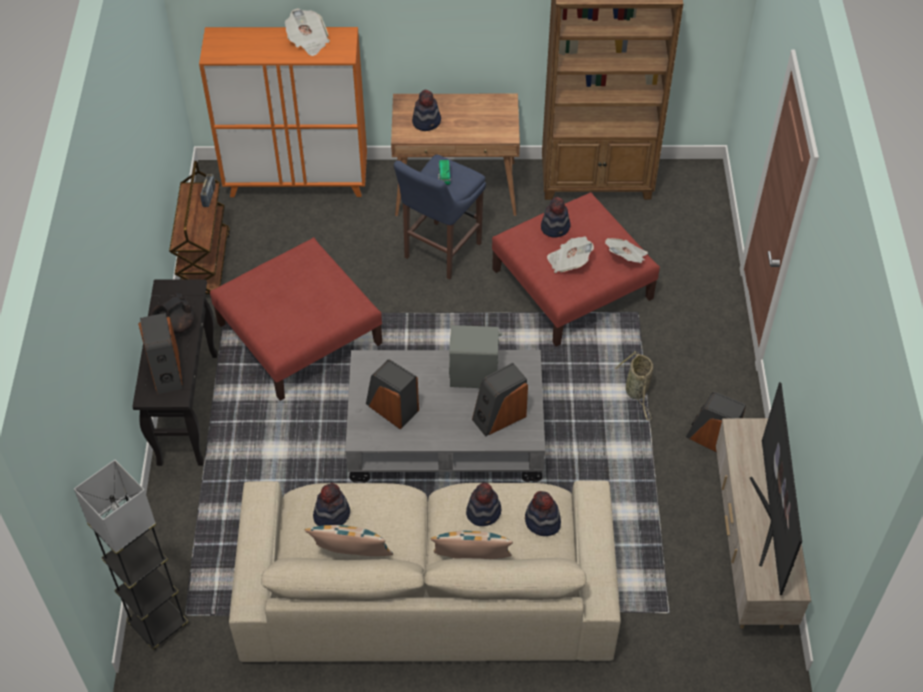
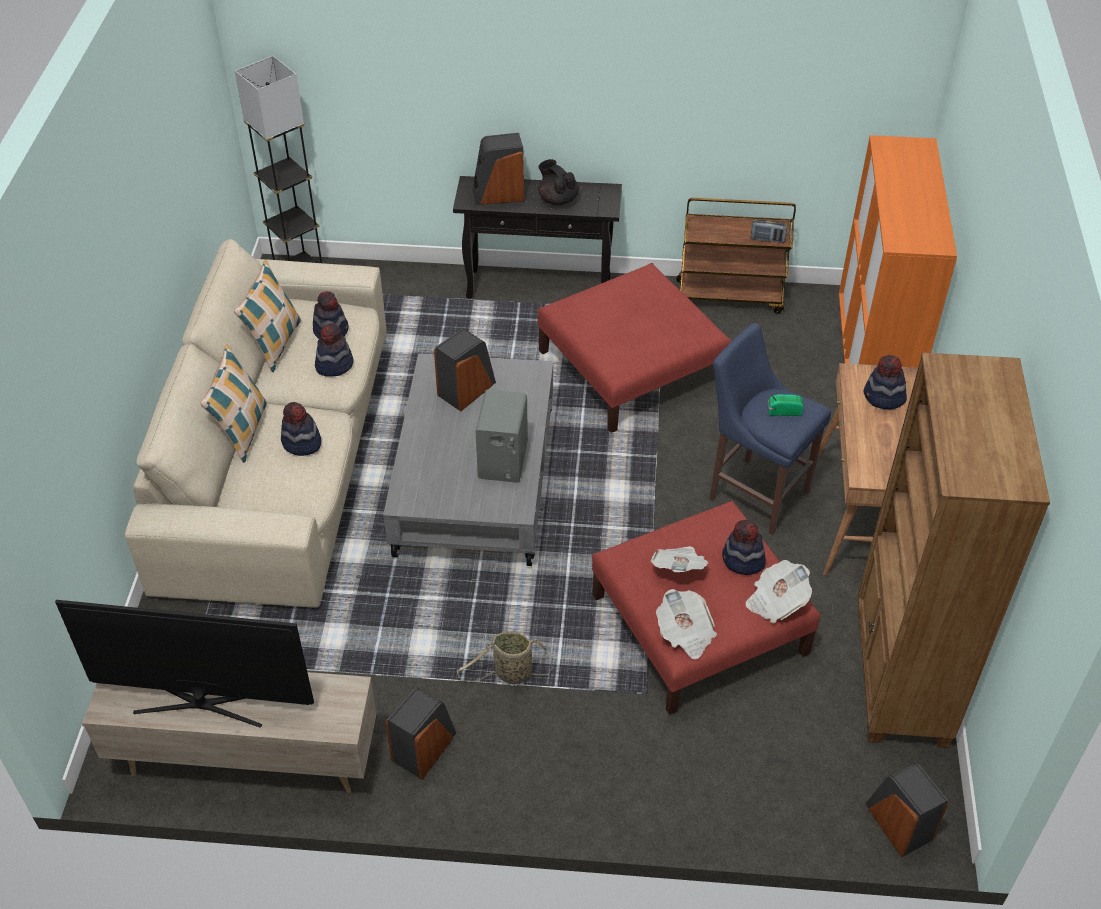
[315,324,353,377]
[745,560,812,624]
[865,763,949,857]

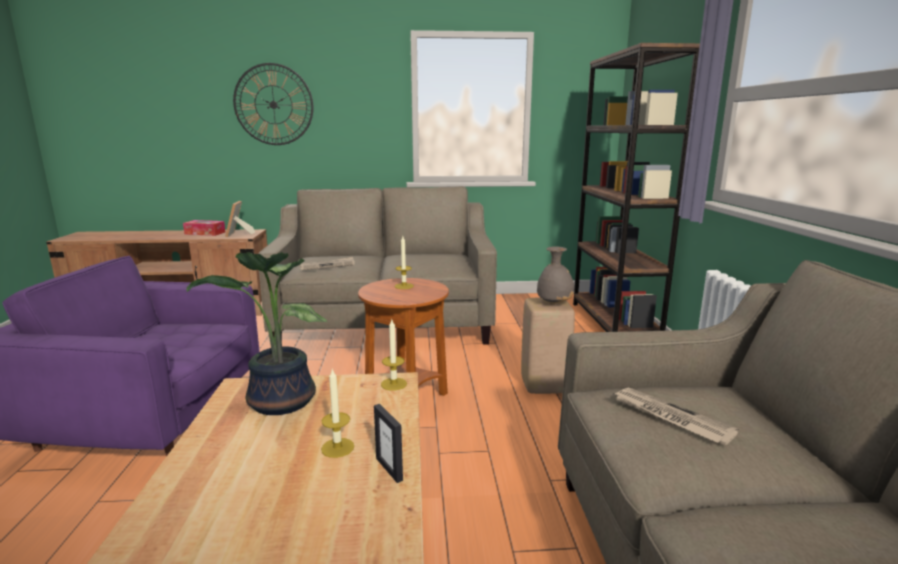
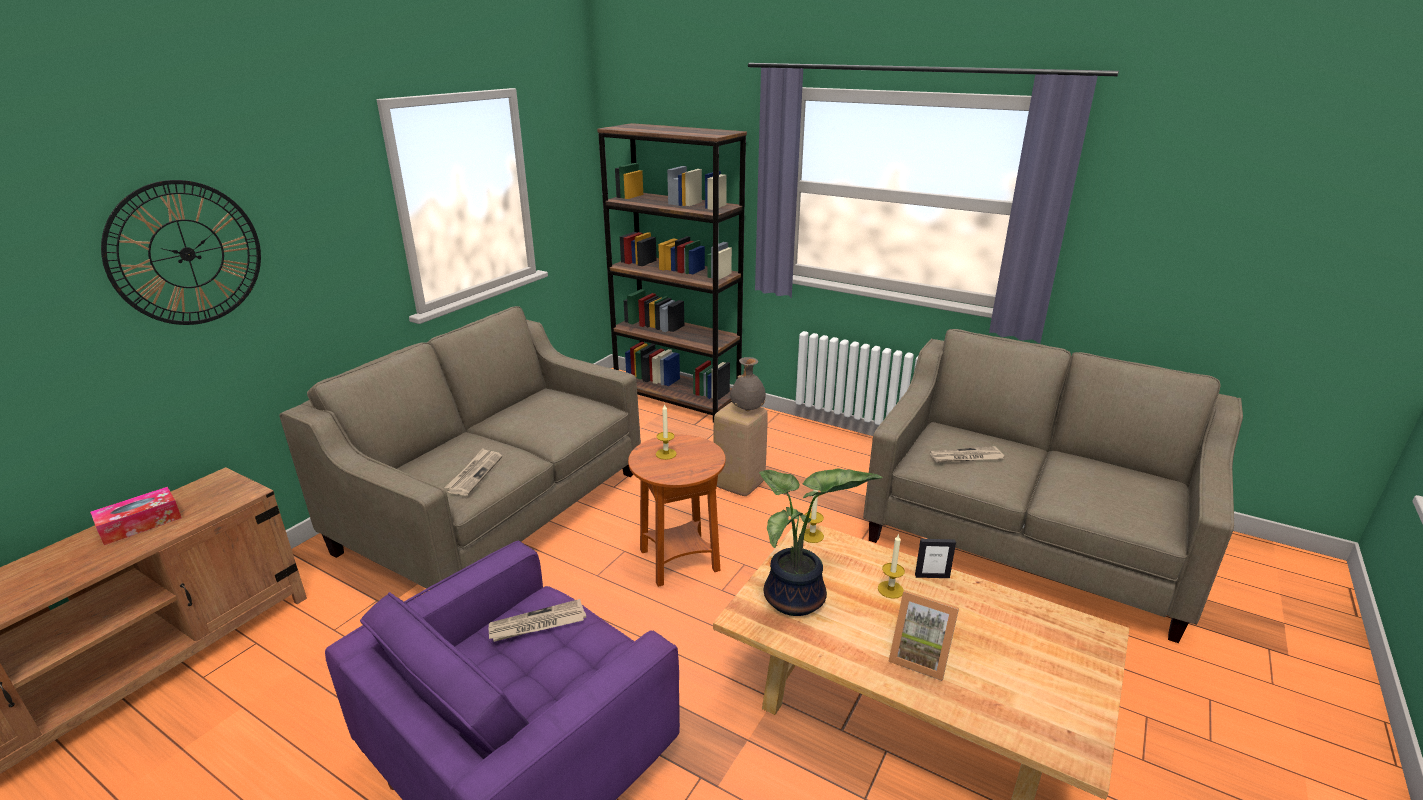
[489,599,586,642]
[888,590,959,681]

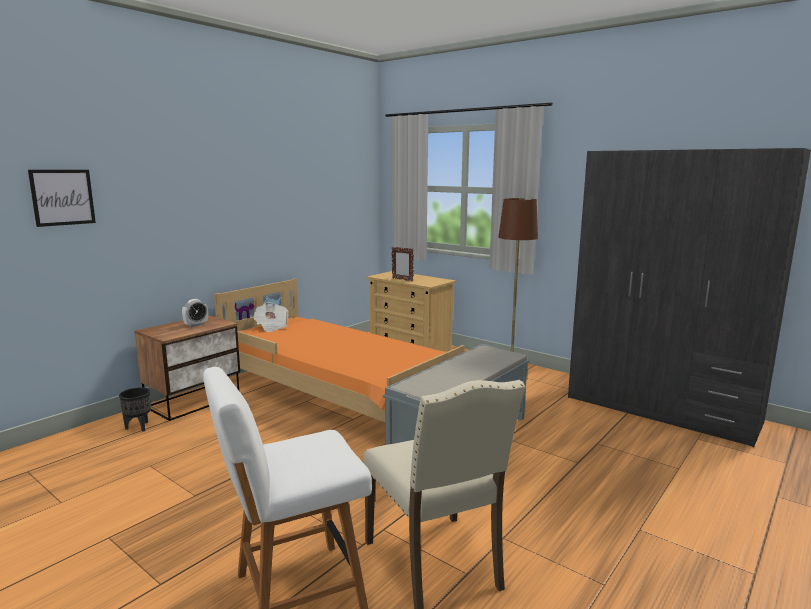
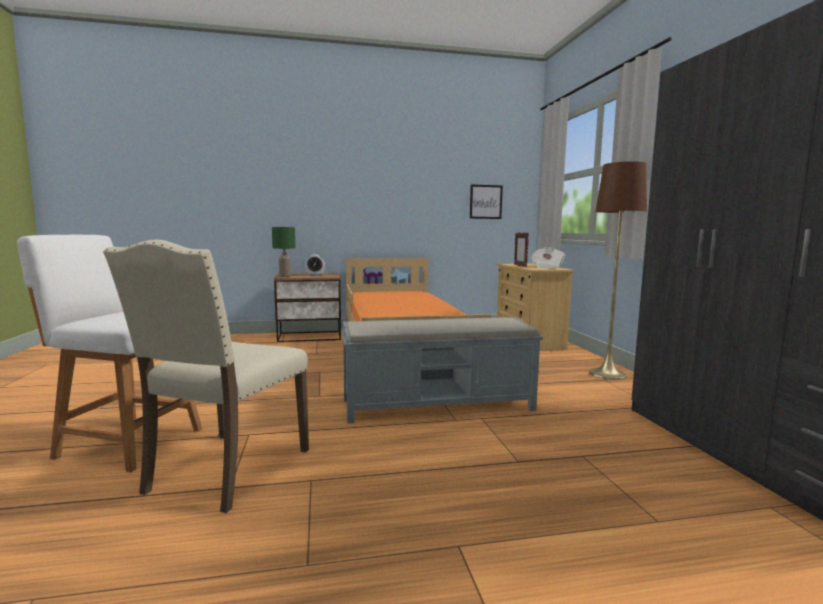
[272,227,295,277]
[470,184,503,219]
[531,247,566,269]
[119,387,151,432] (first image)

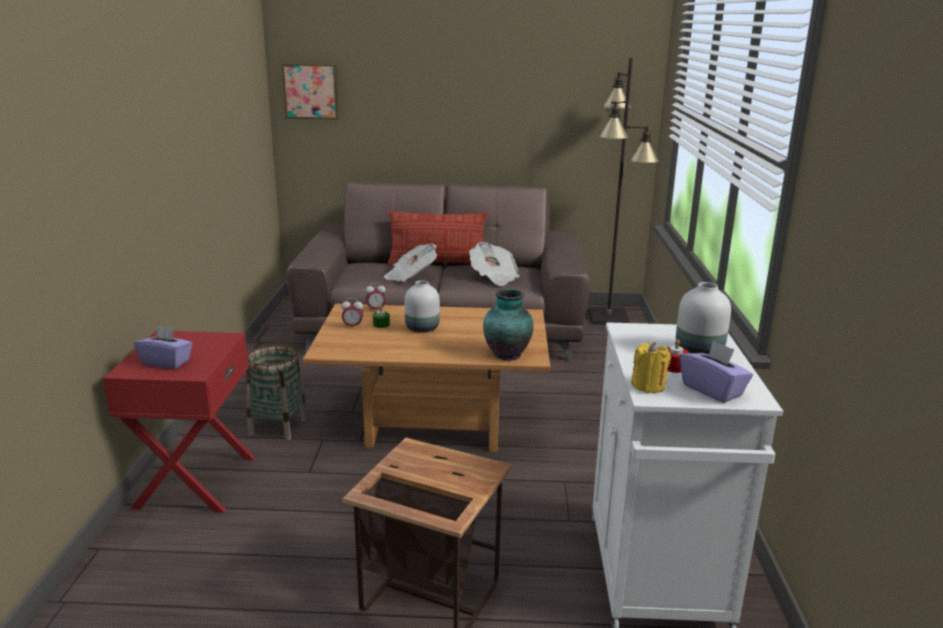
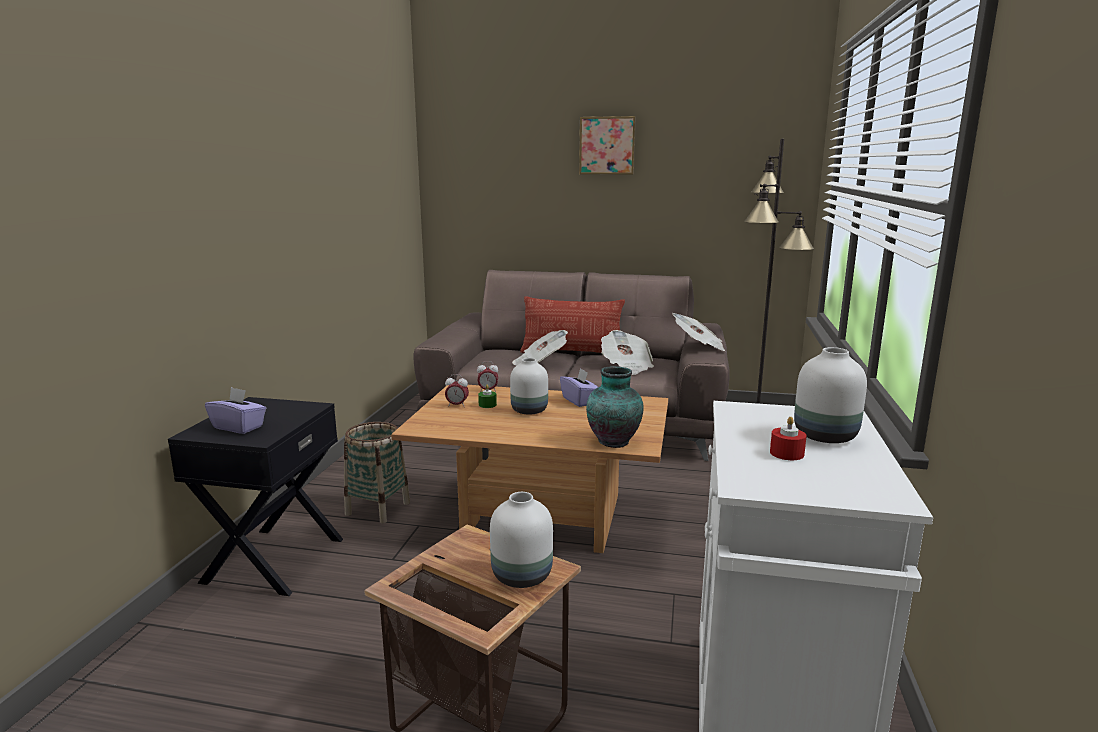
[168,397,343,596]
[490,492,553,588]
[560,368,598,407]
[579,116,636,174]
[672,313,725,351]
[631,342,671,393] (first image)

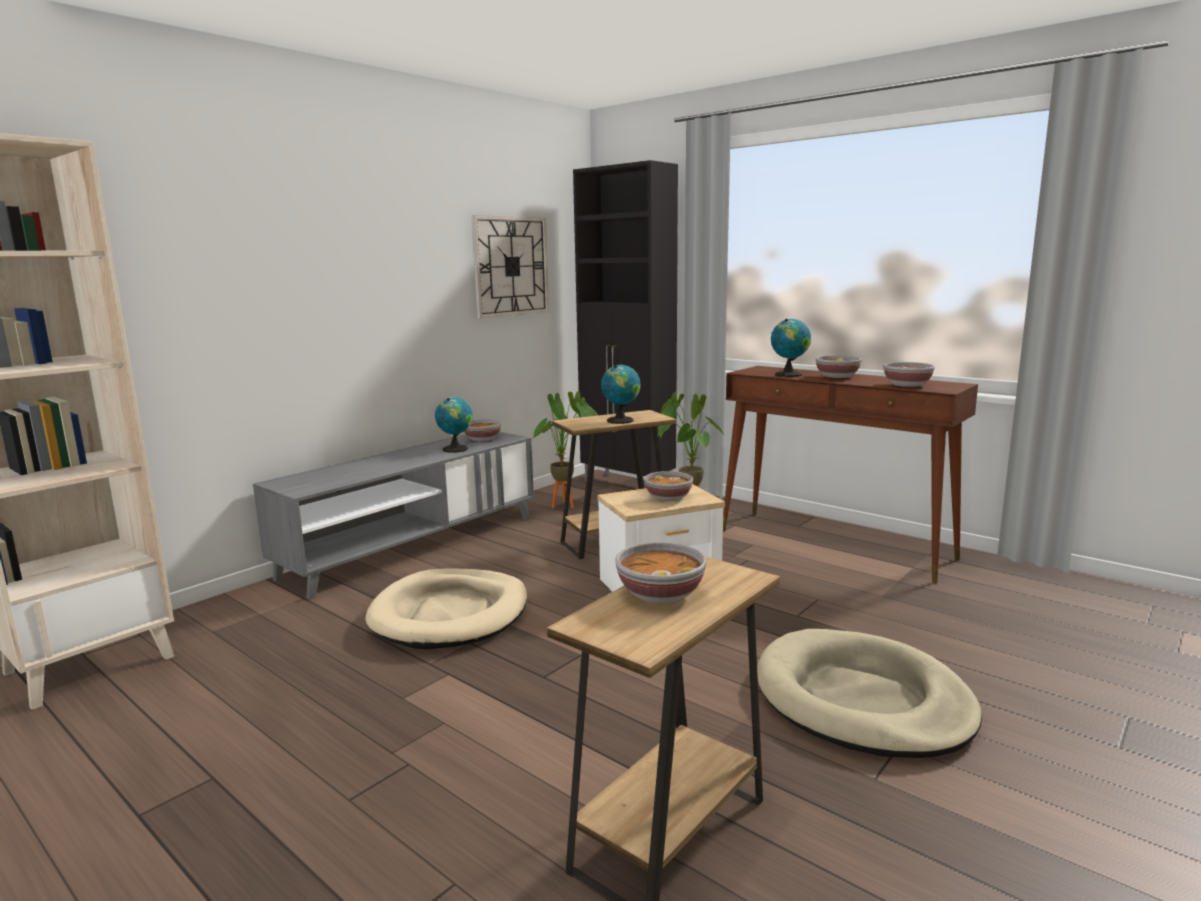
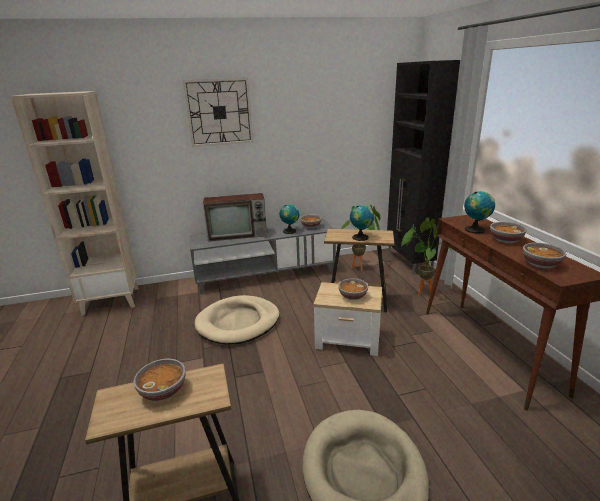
[183,78,253,147]
[203,193,267,242]

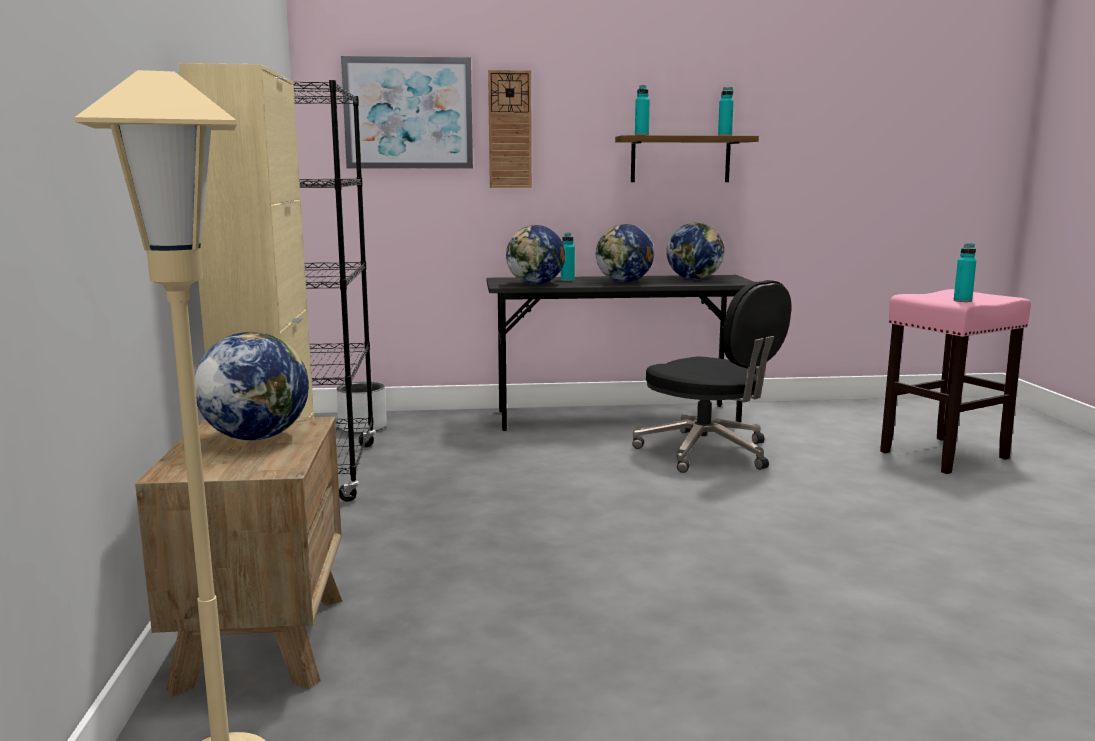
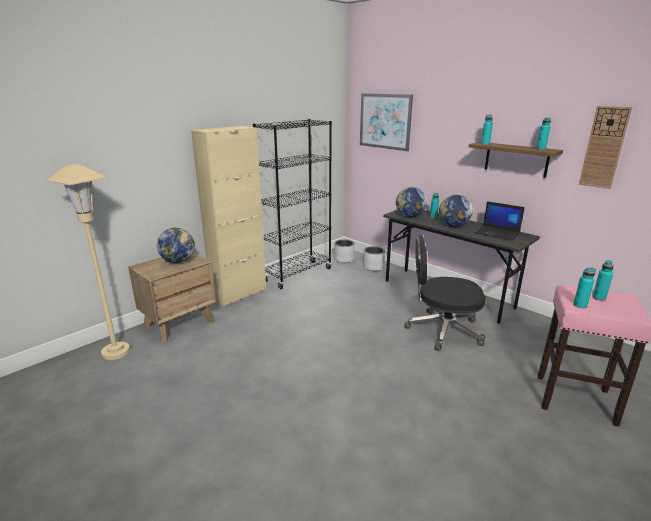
[363,246,385,271]
[404,235,486,351]
[475,201,525,241]
[579,106,632,189]
[592,260,614,301]

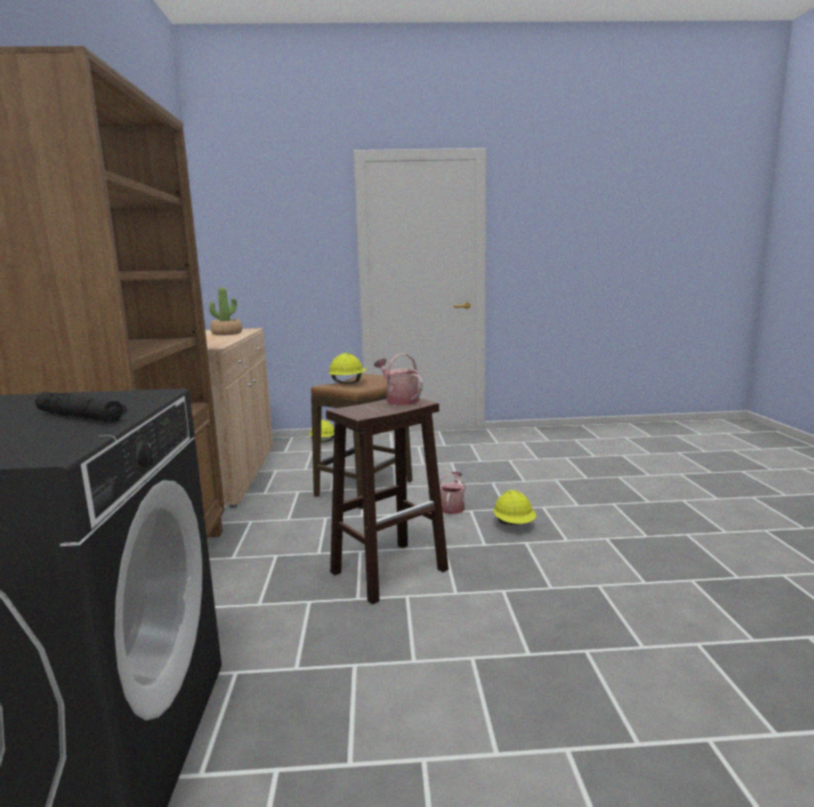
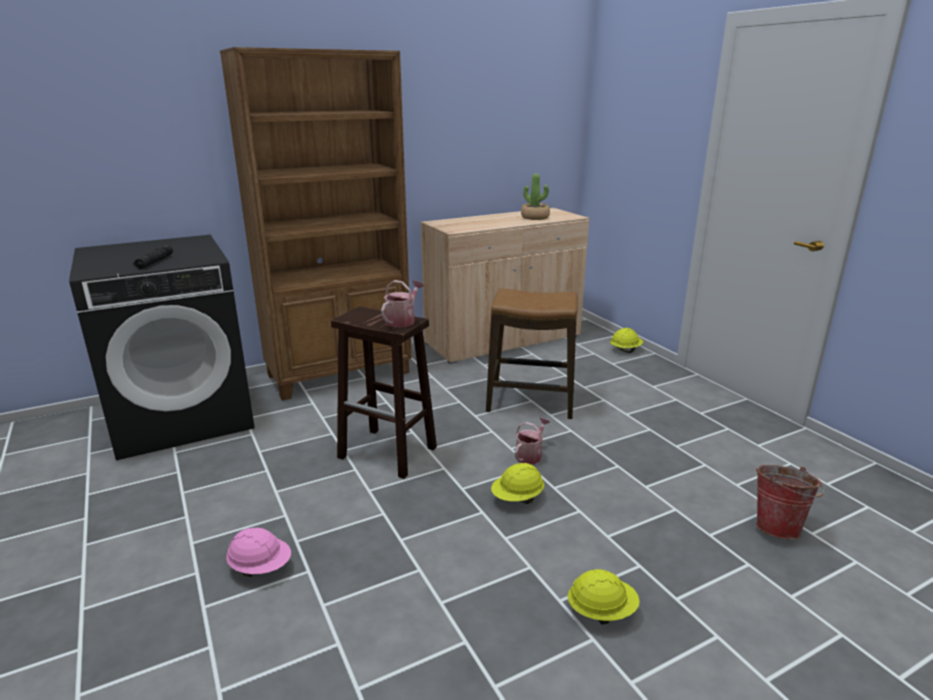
[226,528,291,577]
[515,417,550,464]
[568,569,640,625]
[756,465,824,540]

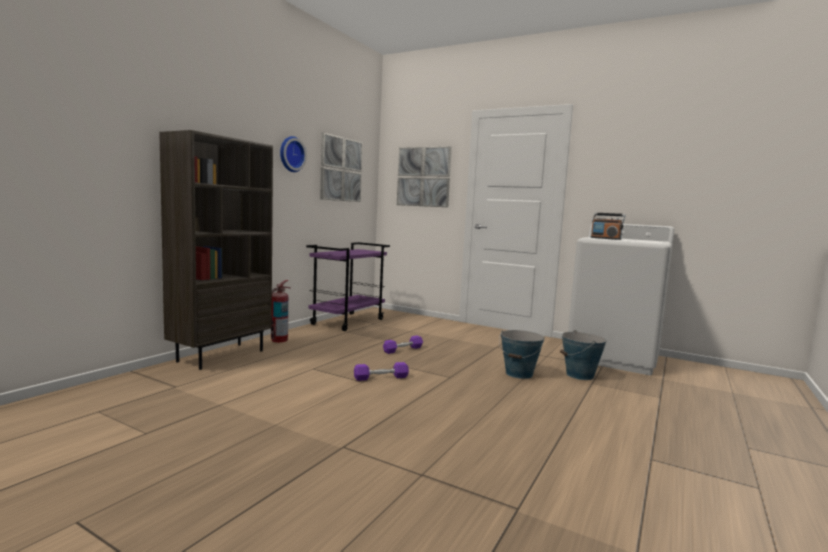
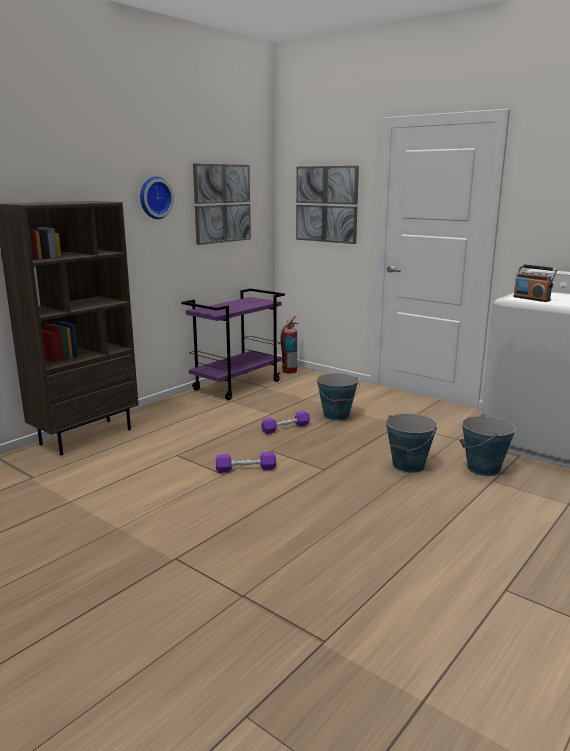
[280,316,298,373]
[317,373,360,421]

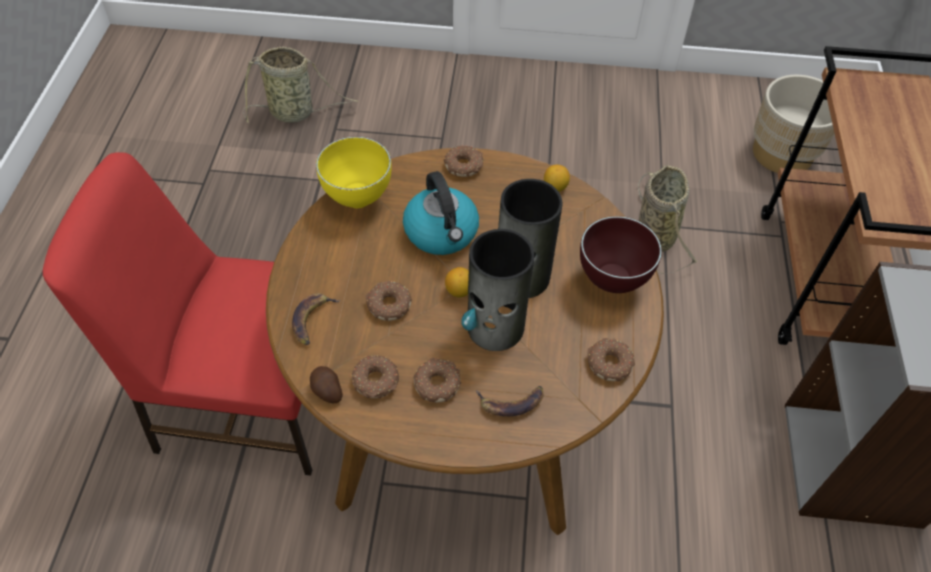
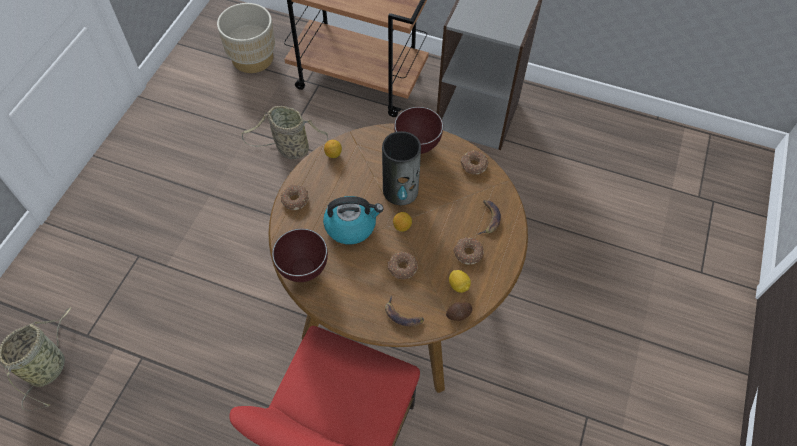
[272,228,328,282]
[449,270,471,293]
[461,229,534,351] (first image)

